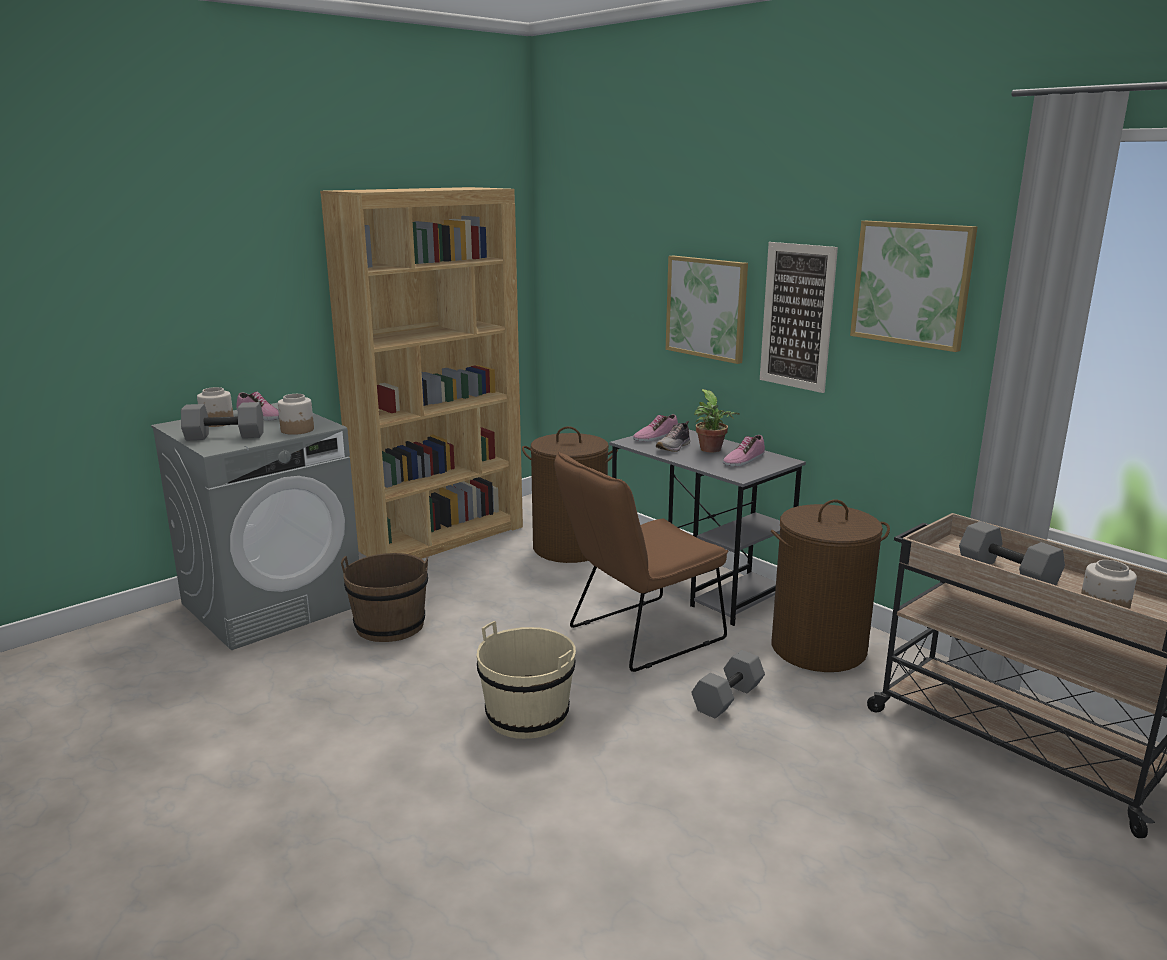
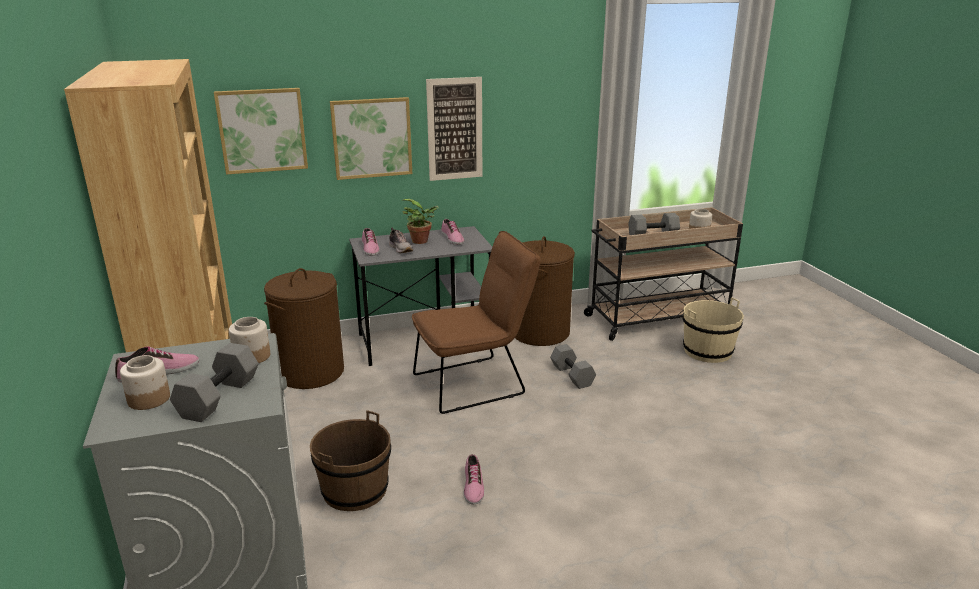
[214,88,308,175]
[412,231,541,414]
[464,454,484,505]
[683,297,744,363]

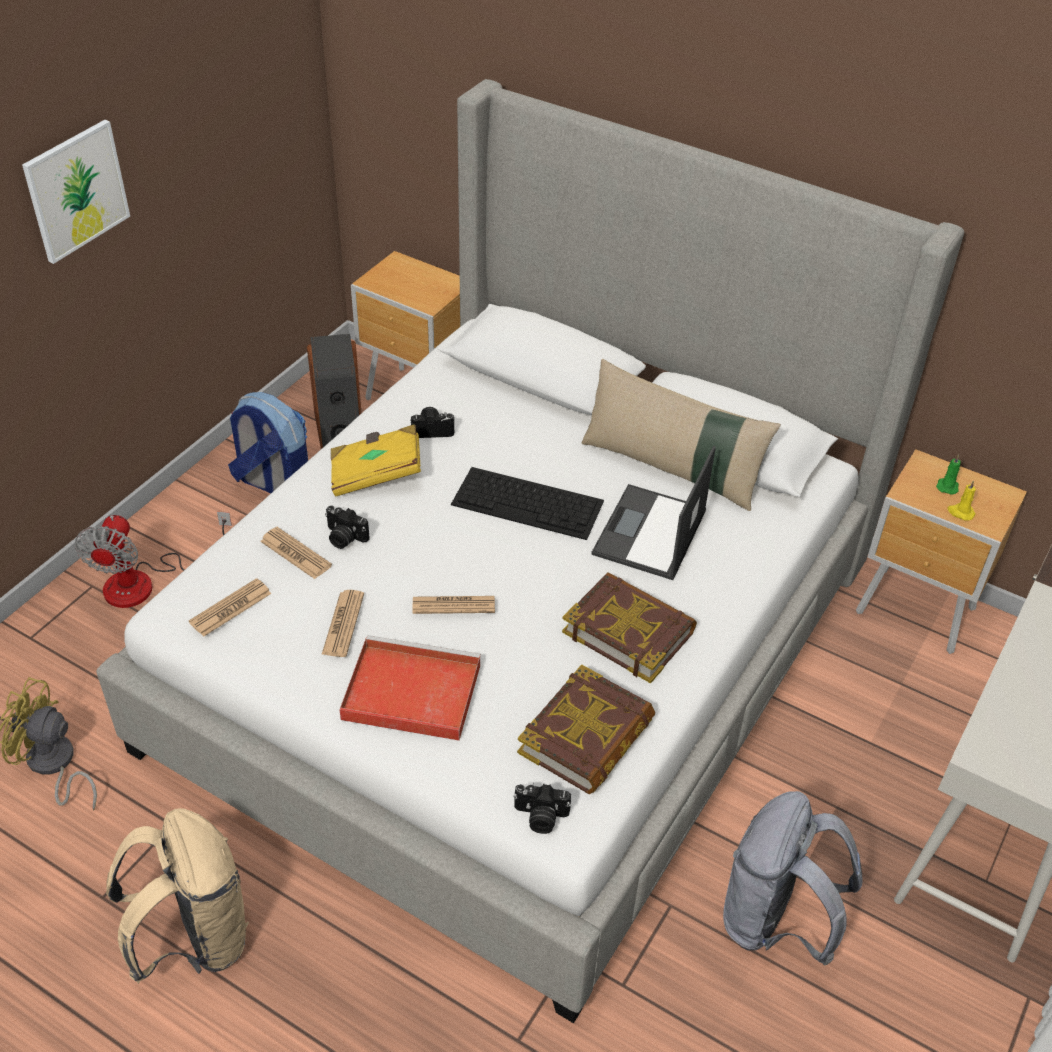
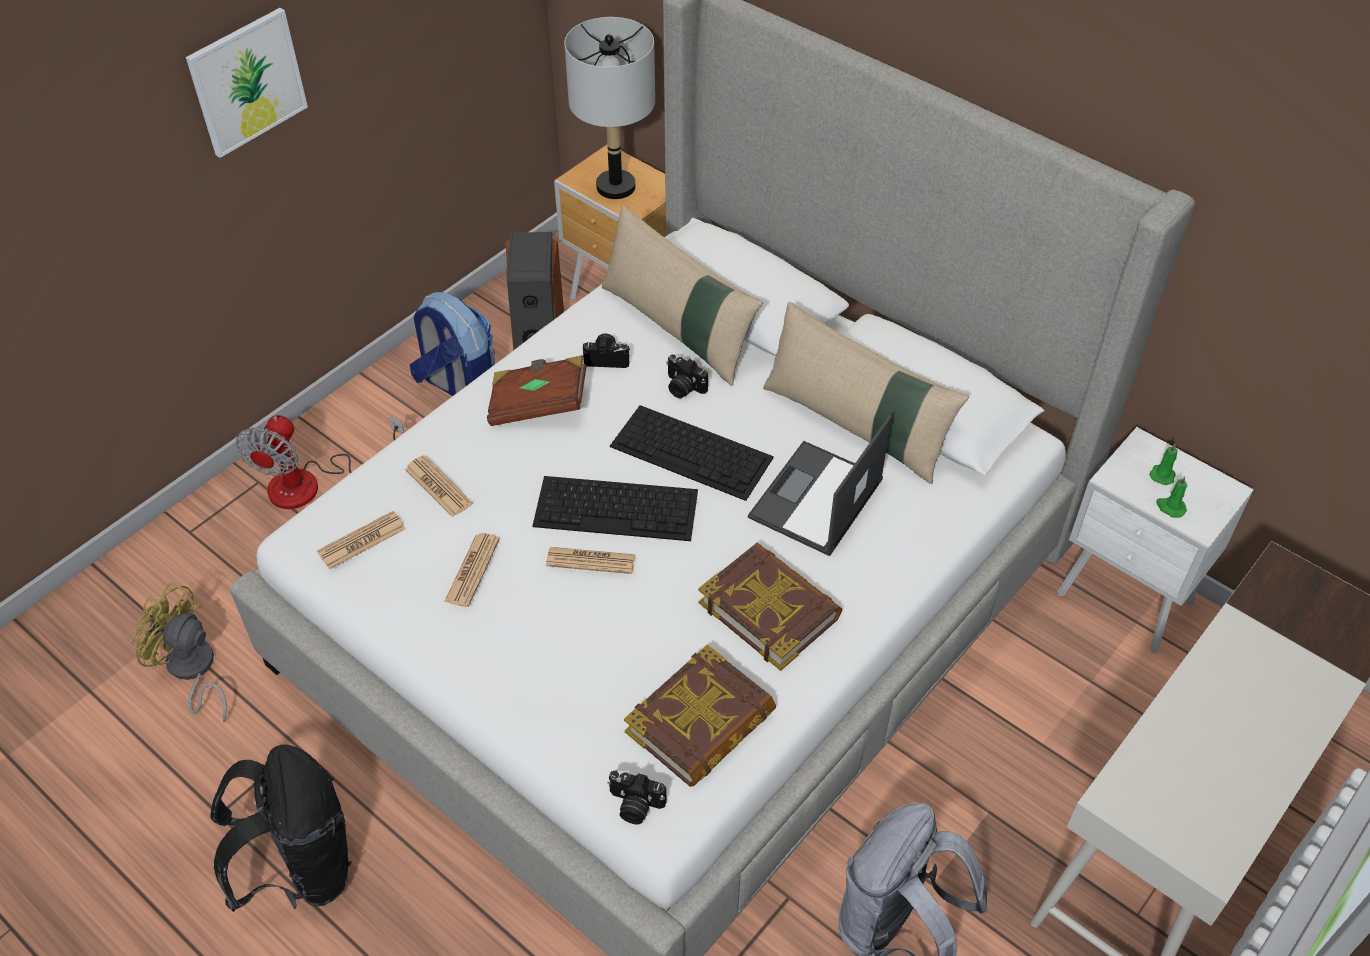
[211,744,352,912]
[487,355,587,426]
[532,476,698,541]
[564,17,655,199]
[602,205,763,386]
[666,354,708,398]
[1057,427,1254,653]
[1156,476,1187,518]
[339,635,481,741] (first image)

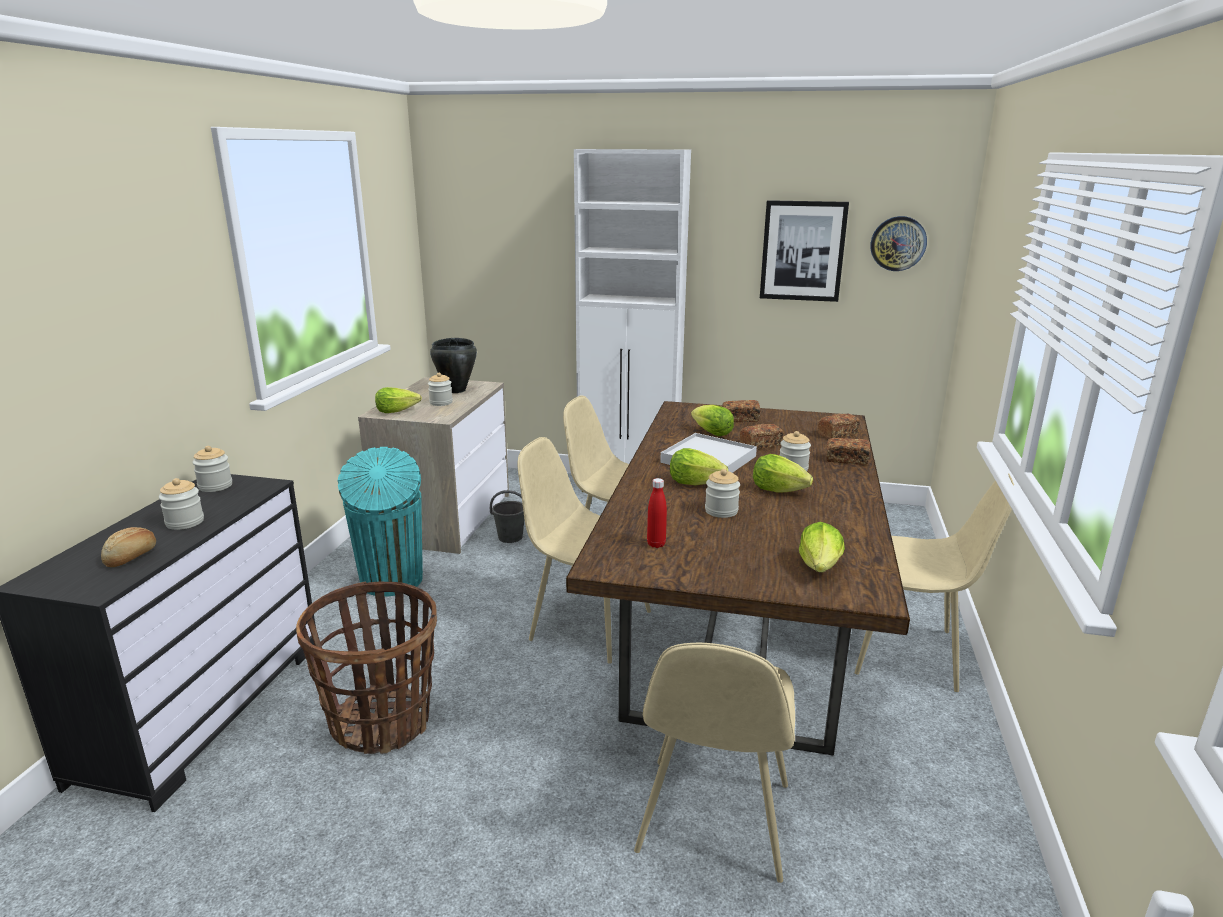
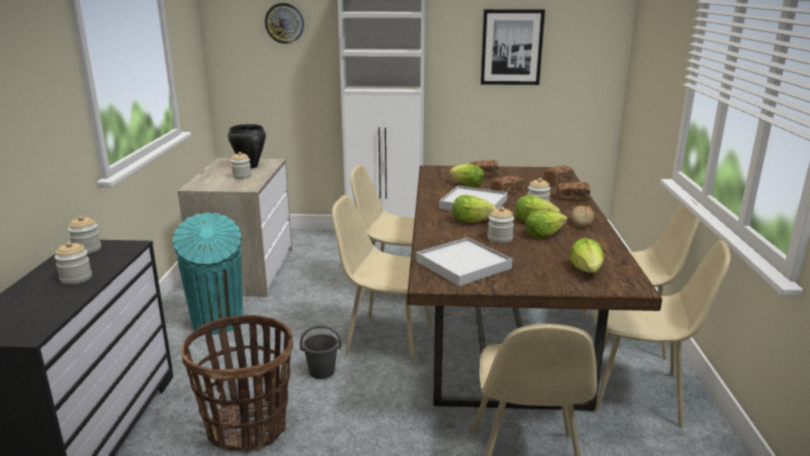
[265,3,304,44]
[300,325,341,379]
[416,237,512,286]
[526,211,567,238]
[571,206,594,229]
[594,240,730,427]

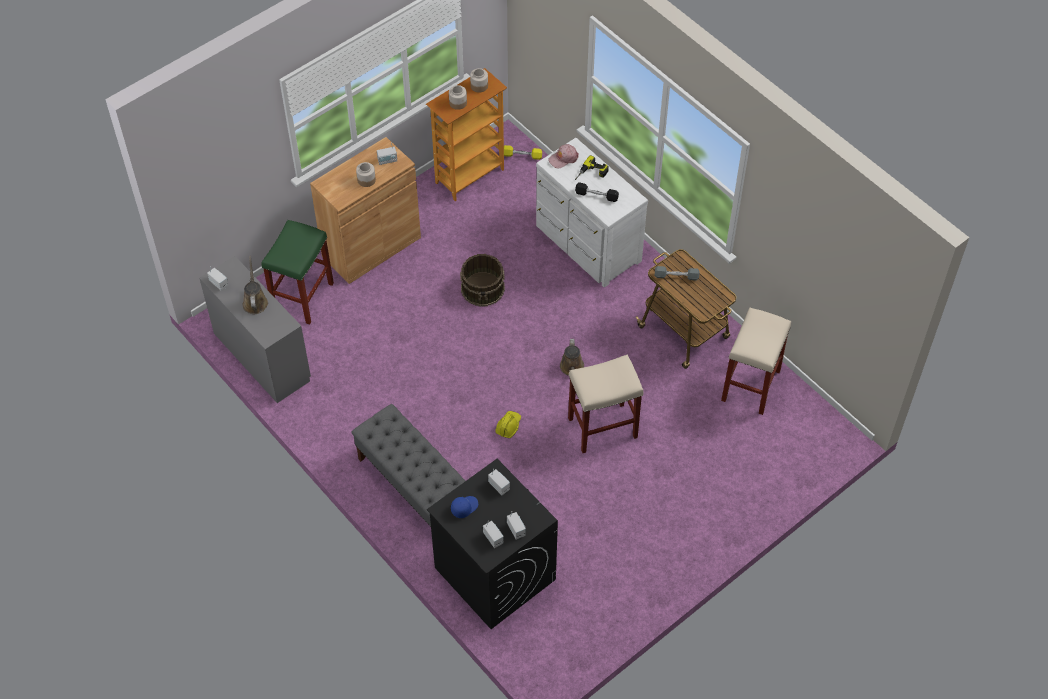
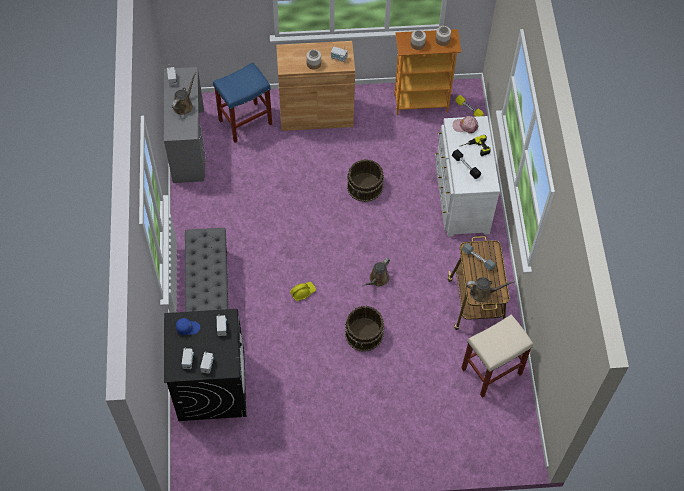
[213,62,272,143]
[345,306,385,352]
[466,277,515,303]

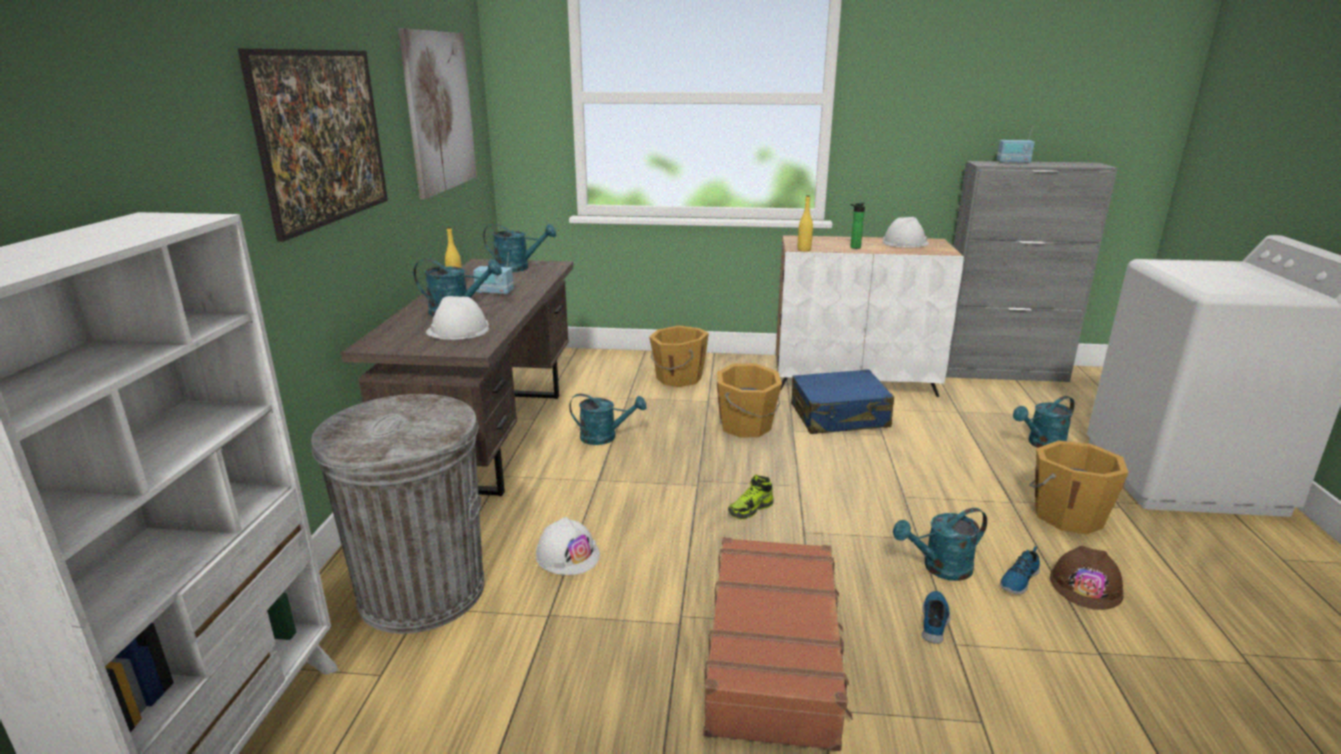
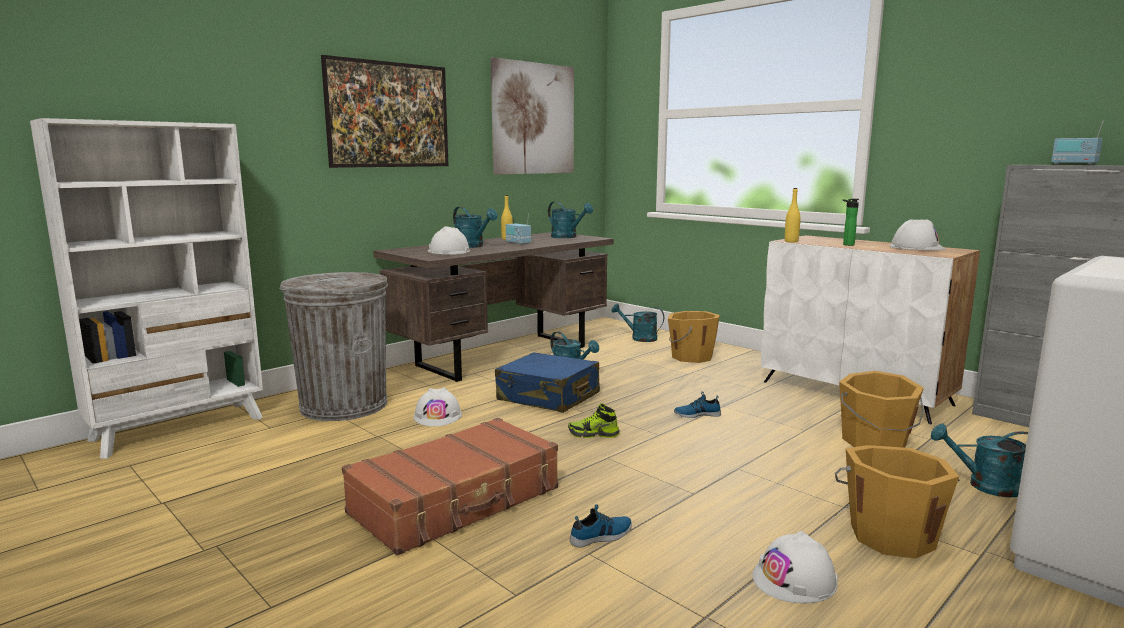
[495,352,600,413]
[611,303,664,342]
[674,391,721,418]
[753,531,838,603]
[839,371,924,448]

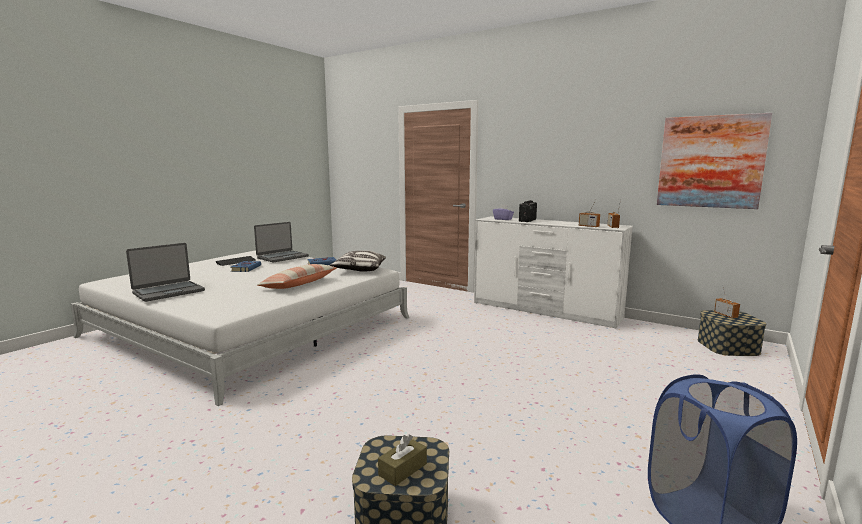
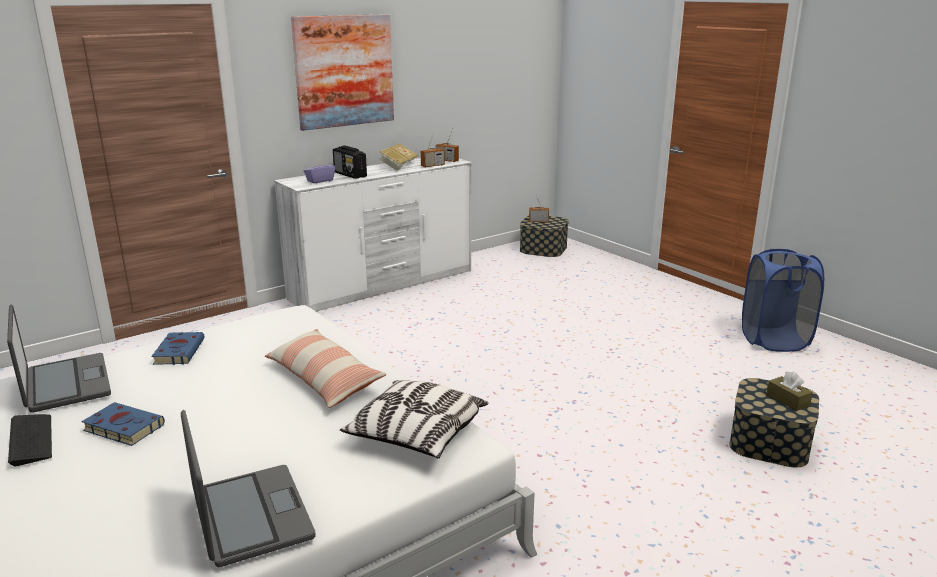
[291,14,394,131]
[340,380,488,458]
[379,143,419,171]

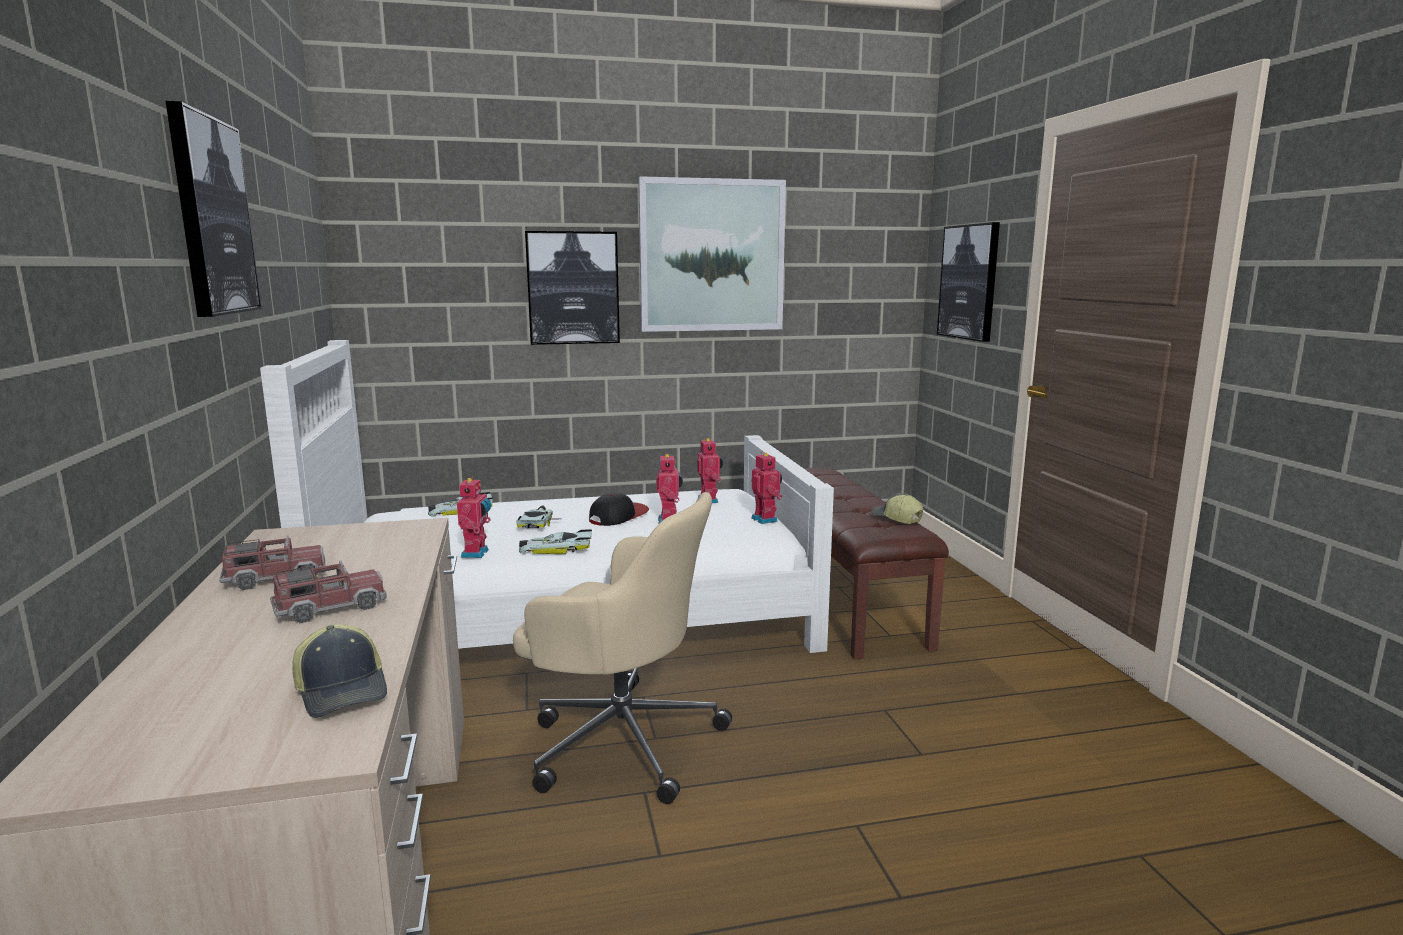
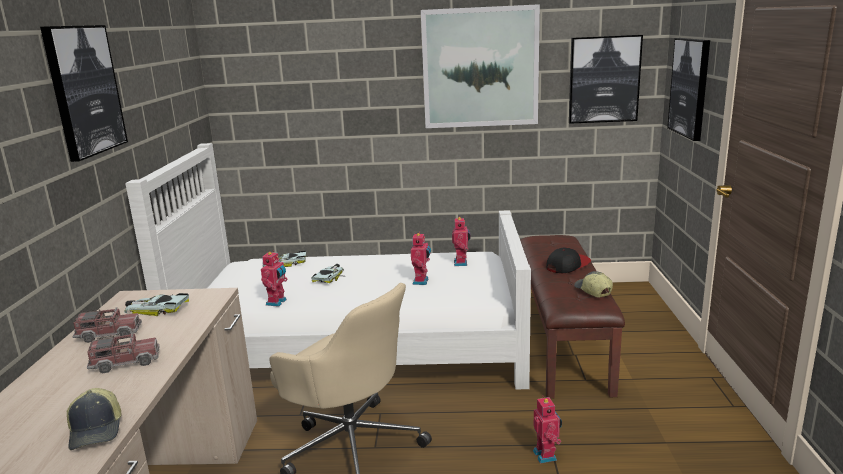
[124,293,189,316]
[533,395,562,463]
[546,247,591,273]
[569,35,643,124]

